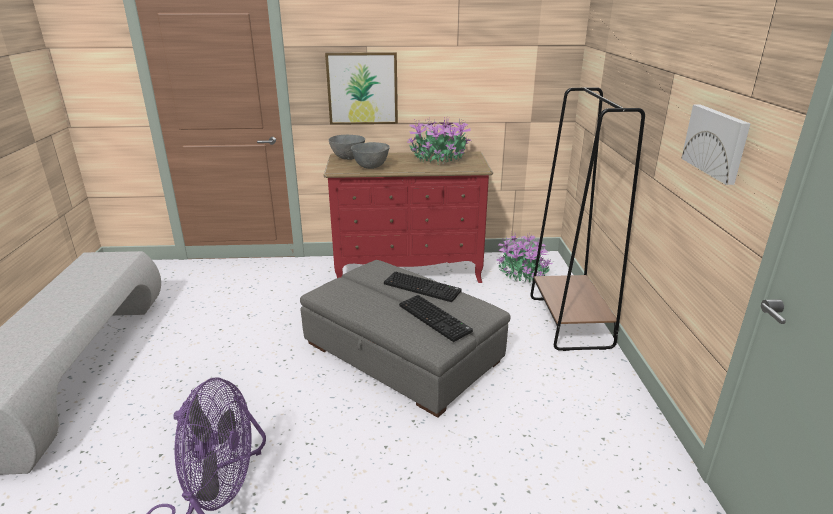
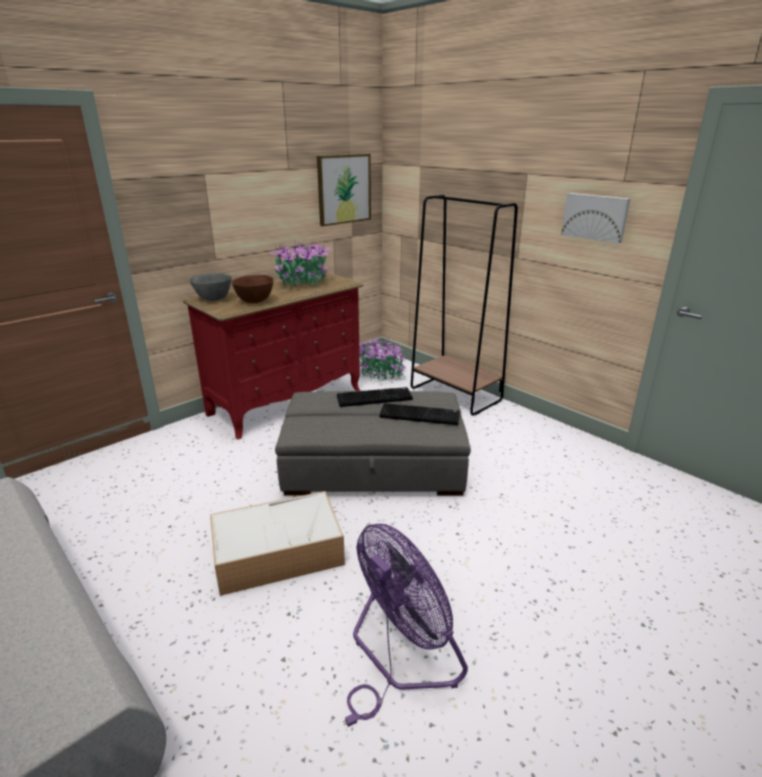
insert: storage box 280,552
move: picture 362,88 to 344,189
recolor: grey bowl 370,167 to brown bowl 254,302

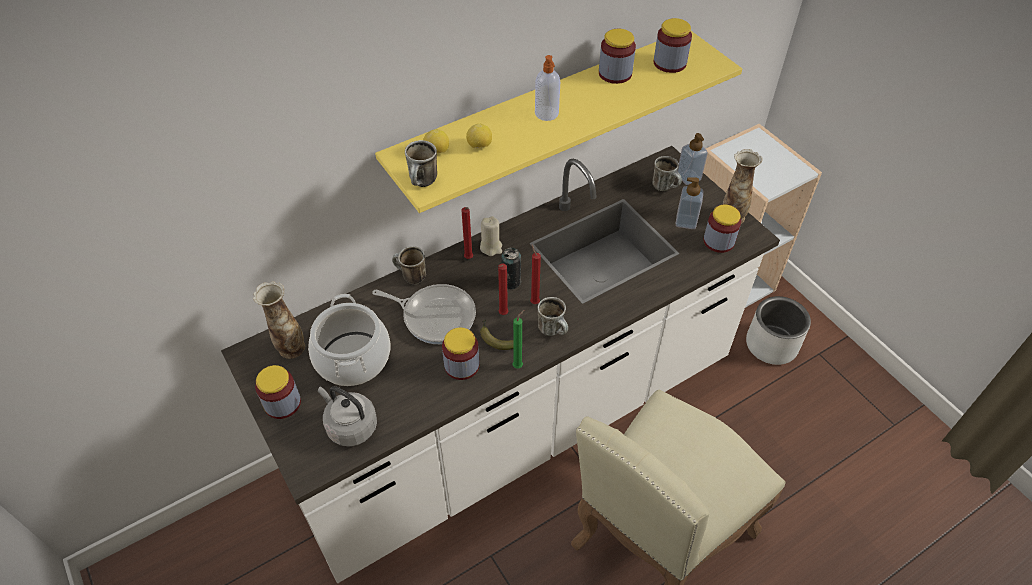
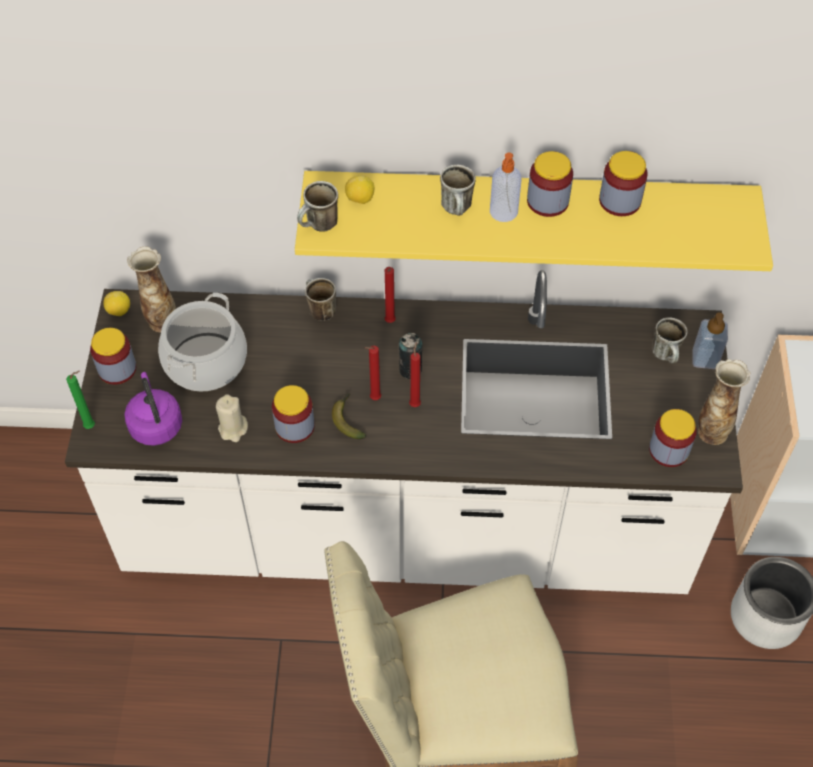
delete: soap bottle 686,221; skillet 435,316
move: jar 669,63 to 547,201; lemon 479,146 to 119,311; beige wax light 491,247 to 233,429; tea mug 554,330 to 458,210; green-coloured wax light 519,365 to 92,426
recolor: grey water kettle 350,426 to purple water kettle 155,424

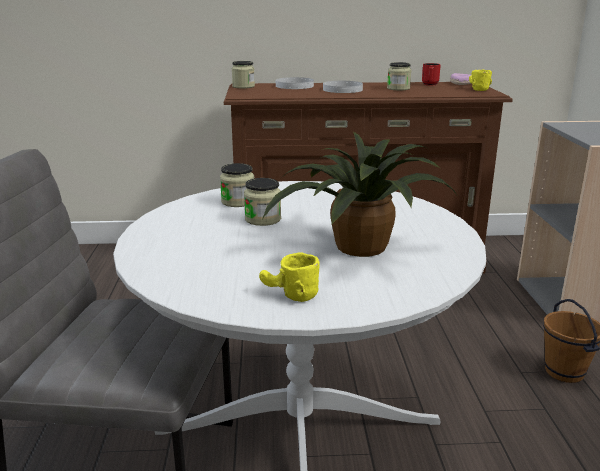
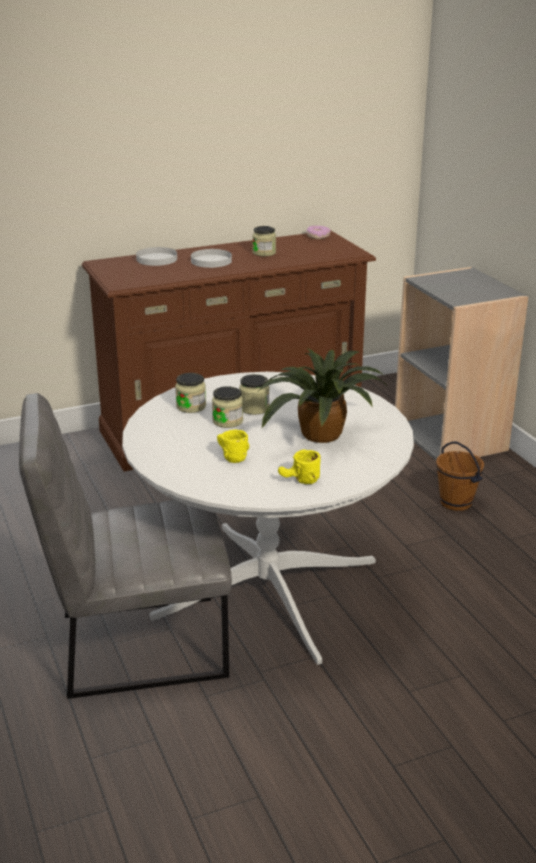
delete: reddish tea mug 430,84
move: jar 243,86 to 254,408; yellow-coloured tea mug 476,89 to 229,456

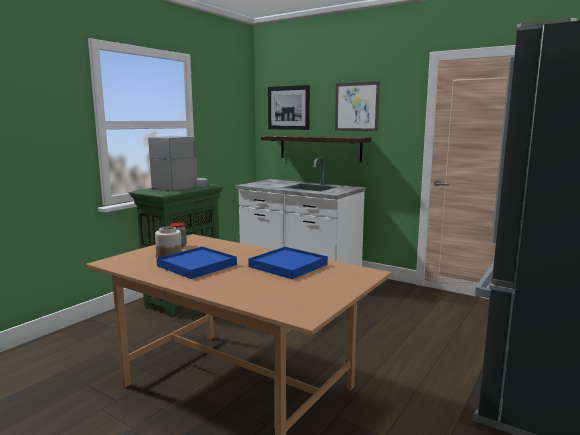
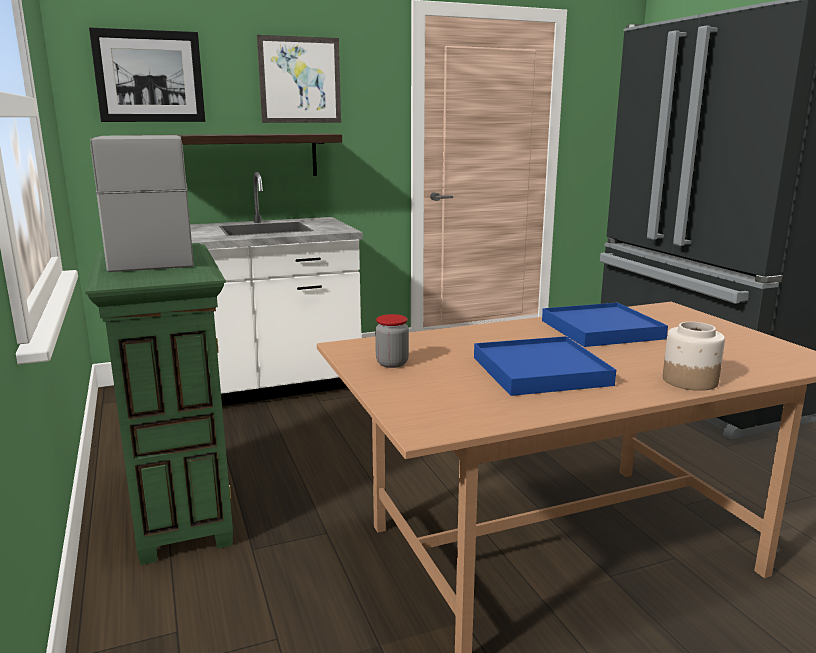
move: jar 169,254 to 689,381

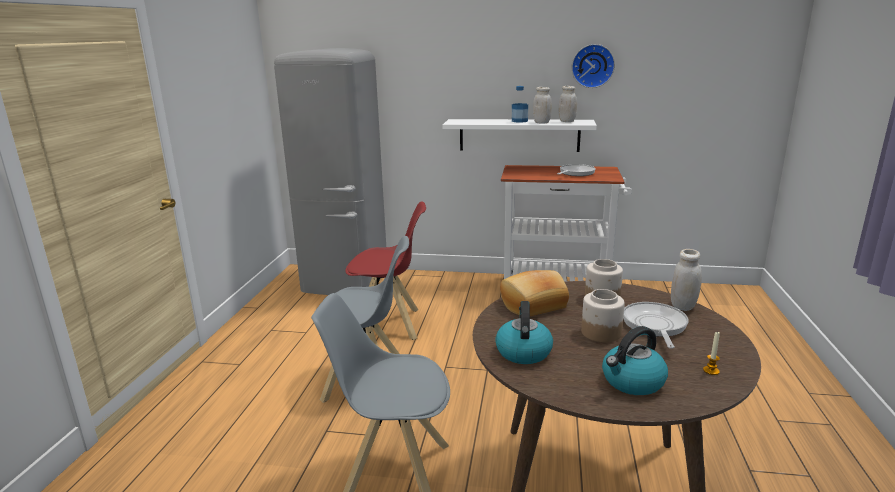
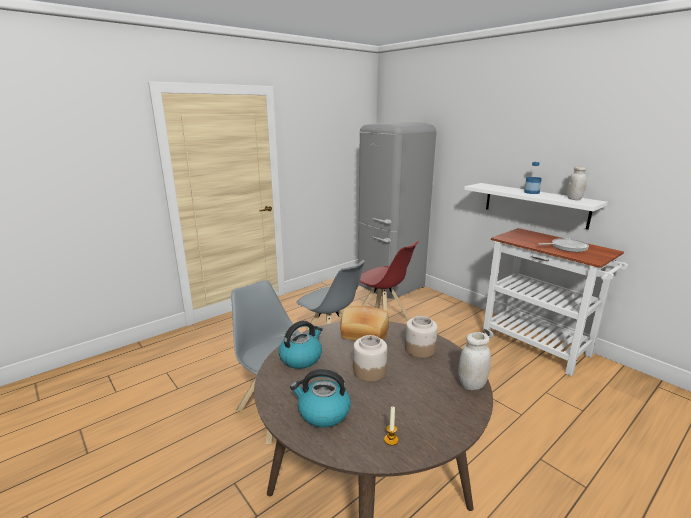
delete: hanging clock 592,66; white-coloured jar 541,122; skillet 654,325

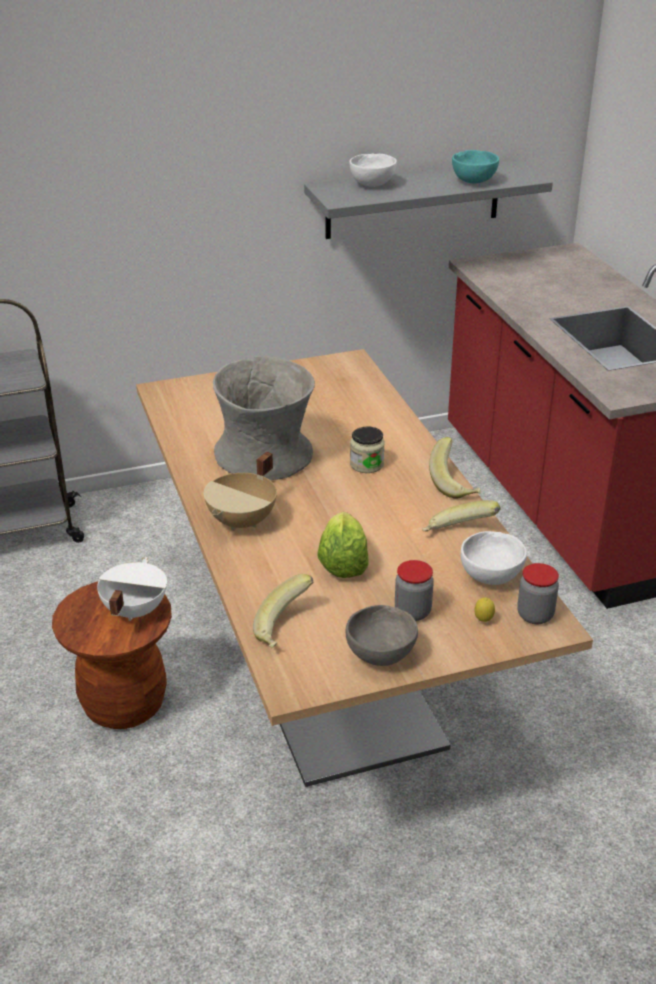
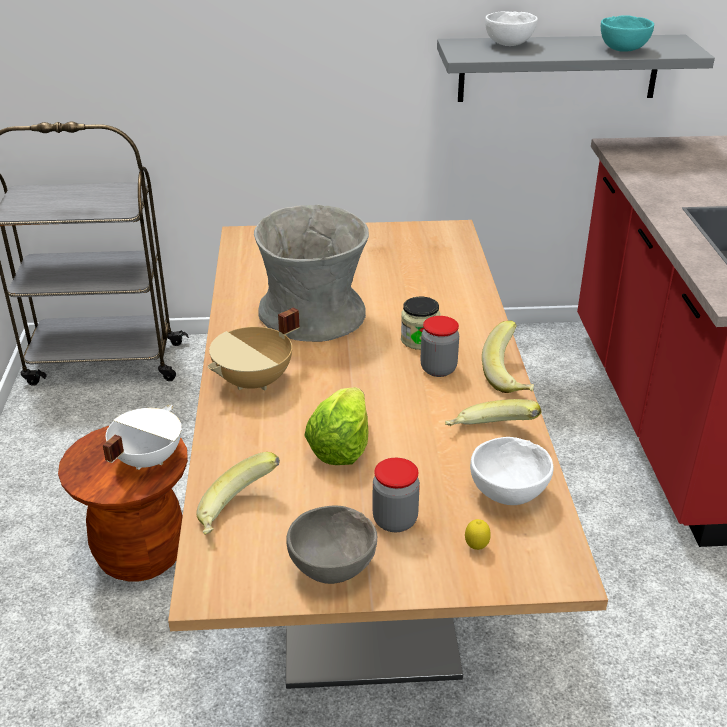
move: jar 535,615 to 438,369

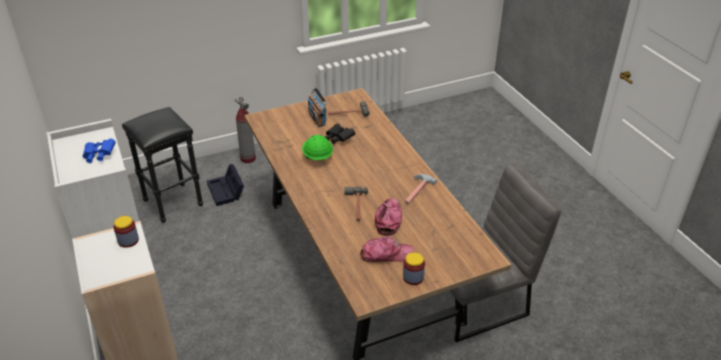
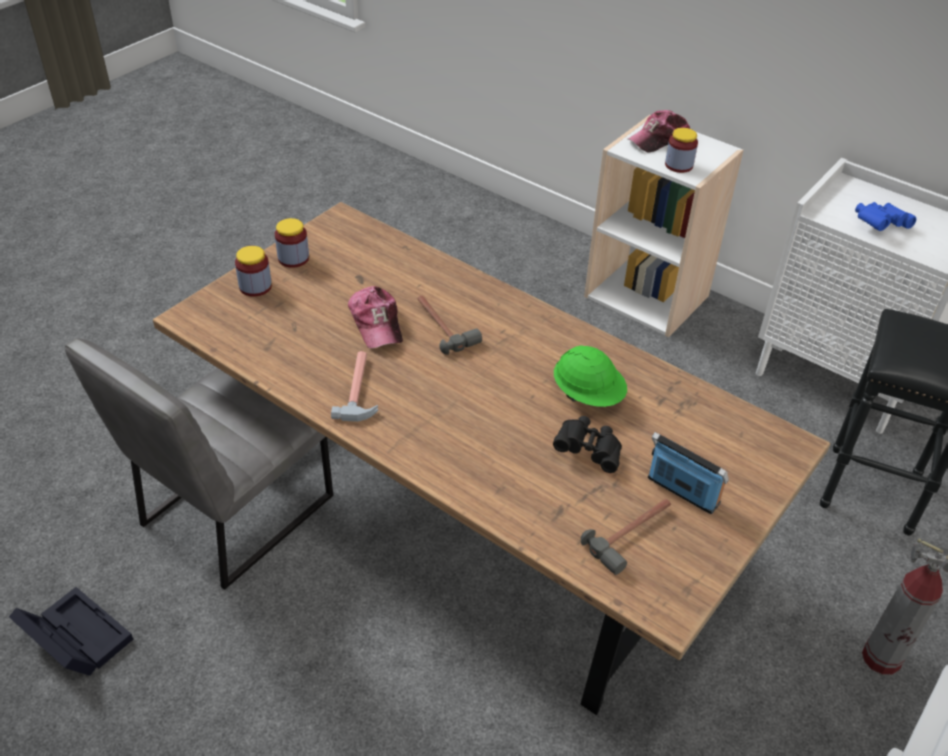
insert: jar 255,286
move: black-coloured storage box 226,191 to 74,637; cap 385,254 to 659,139

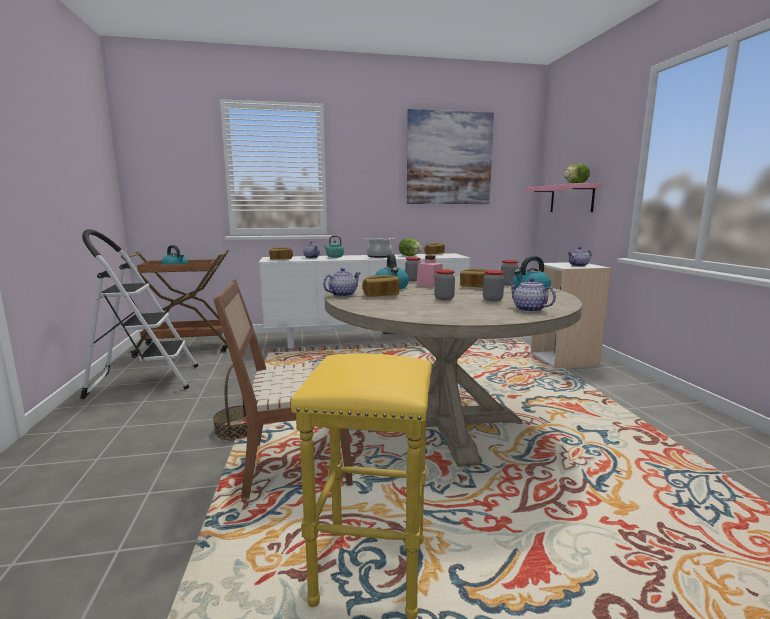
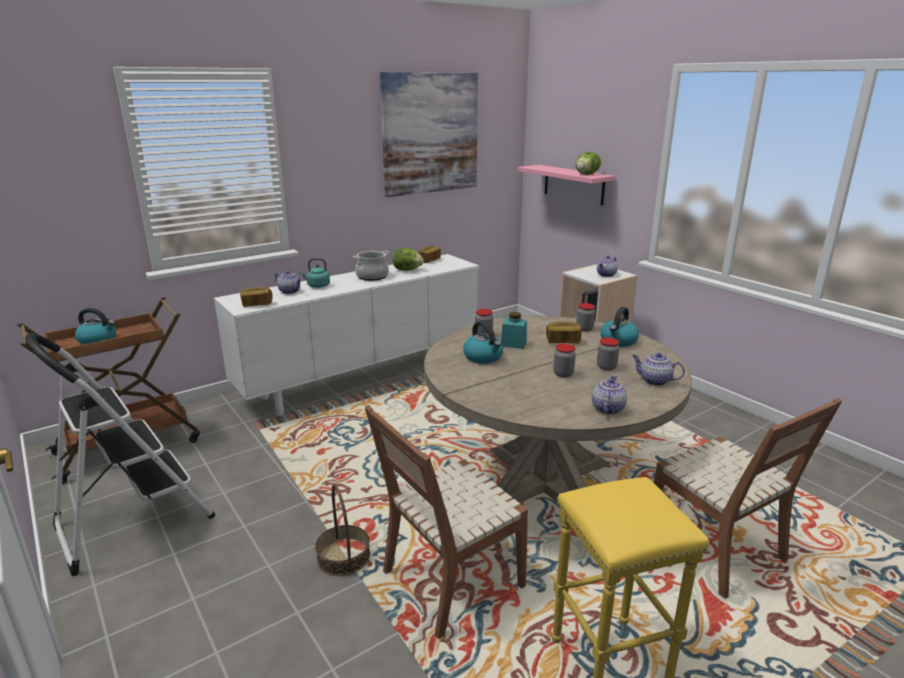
delete: bakery bread 381,295
insert: plain chair 717,552
move: pot for tea 342,295 to 607,408
recolor: pinkish jar 429,285 to turquoise-coloured jar 513,344

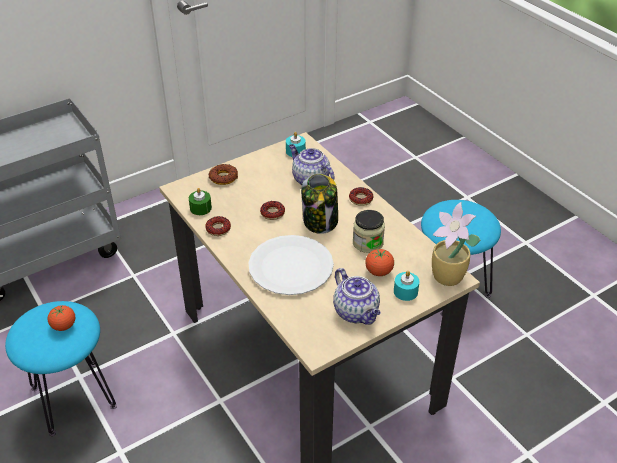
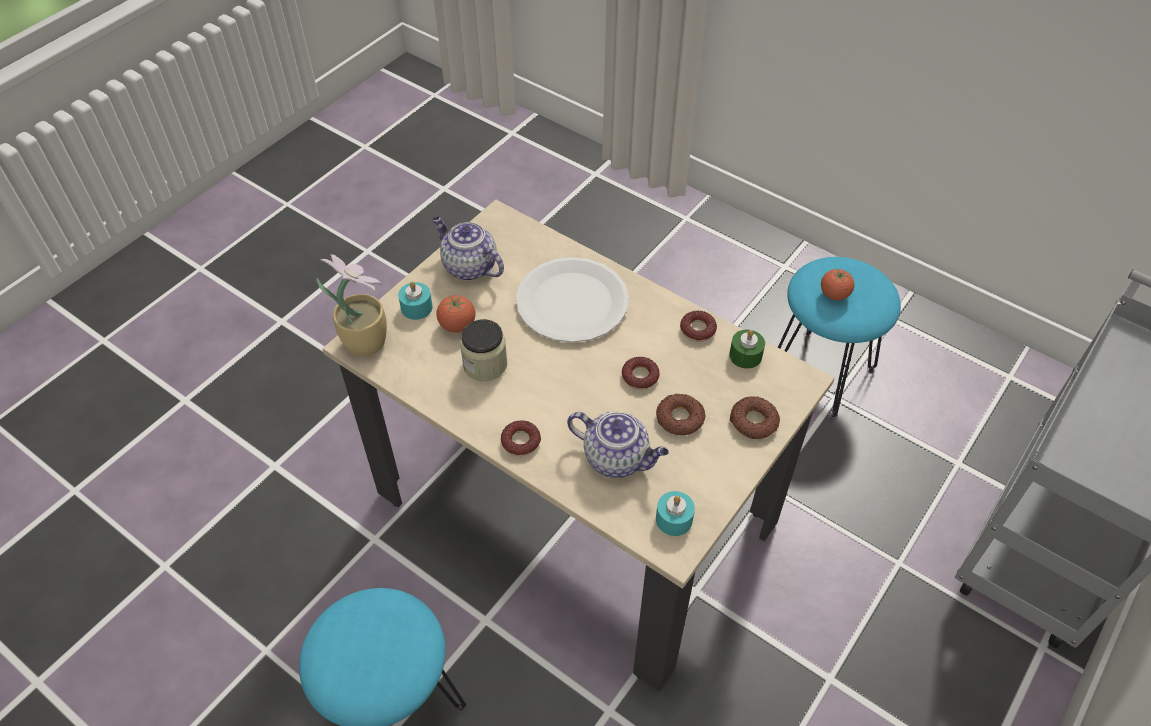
delete: jar 320,221
insert: doughnut 679,418

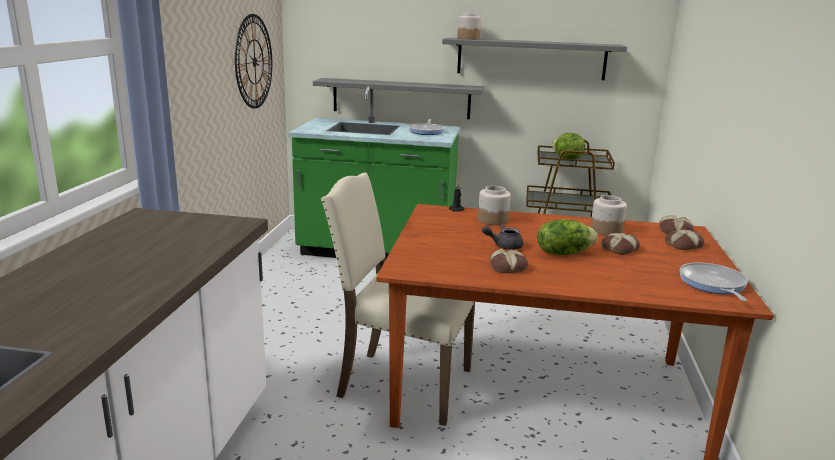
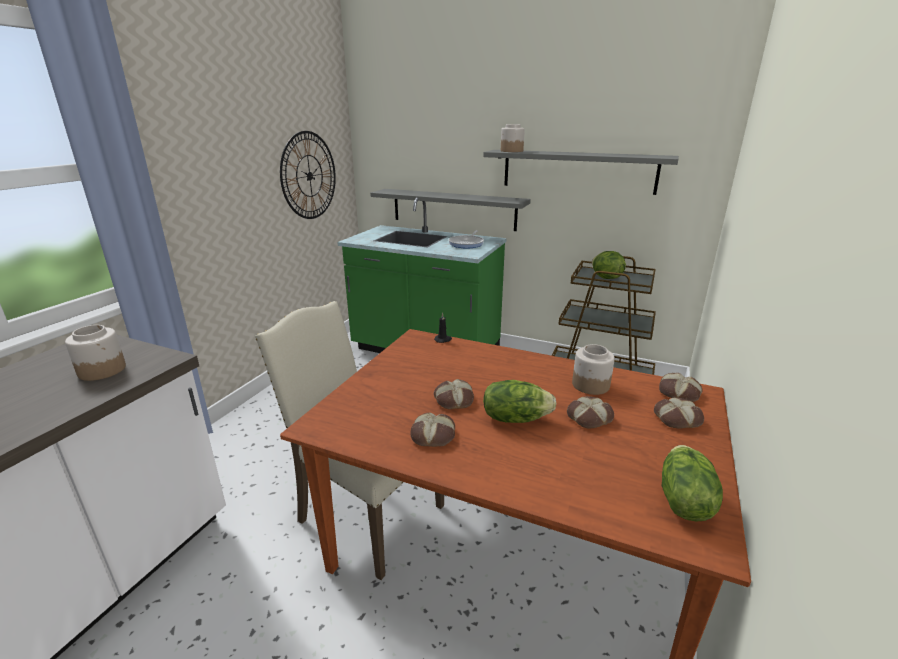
move: jar 492,220 to 102,370
replace: grey pot for tea 503,246 to bakery bread 453,399; skillet 713,284 to lettuce 682,500

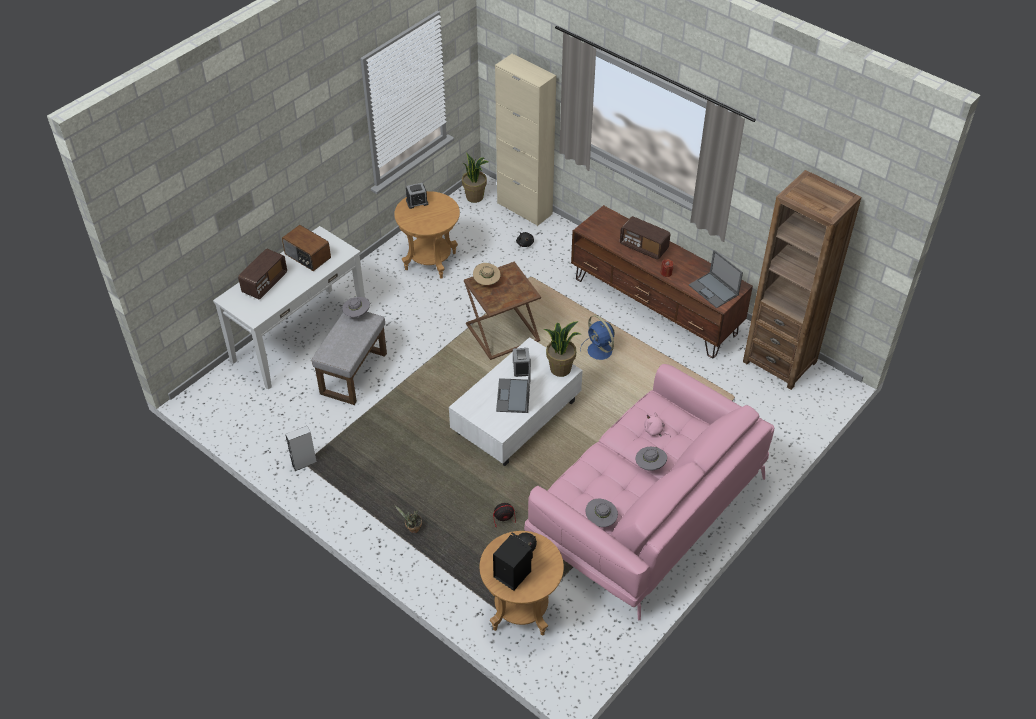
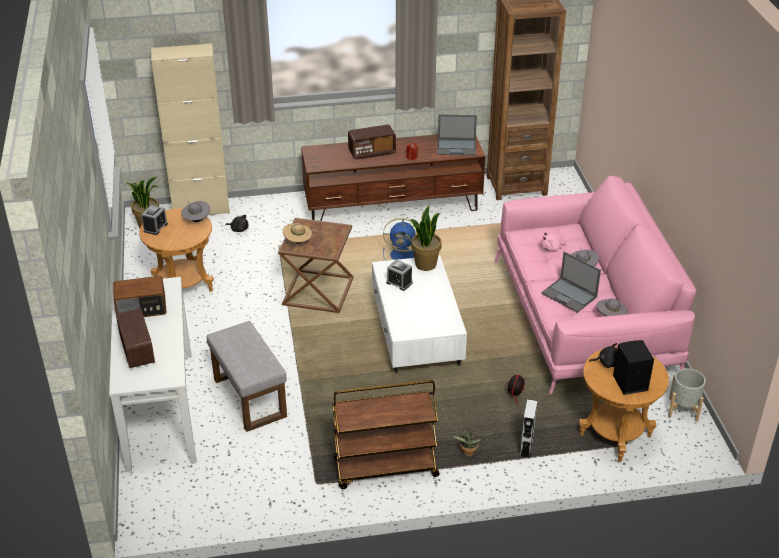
insert: grey plant pot 683,409; brown wheeled cart 385,468
move: grey wearable hat 357,314 to 196,220; notebook computer 513,396 to 569,295; grey loudspeaker 304,463 to 526,448

